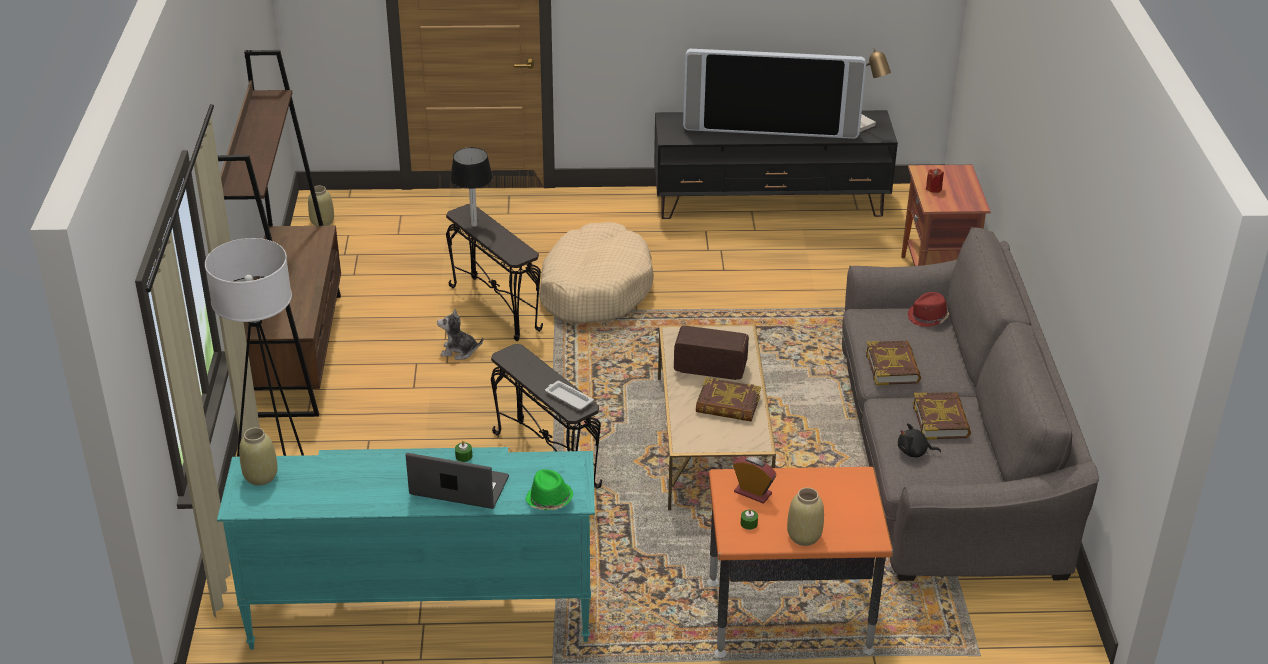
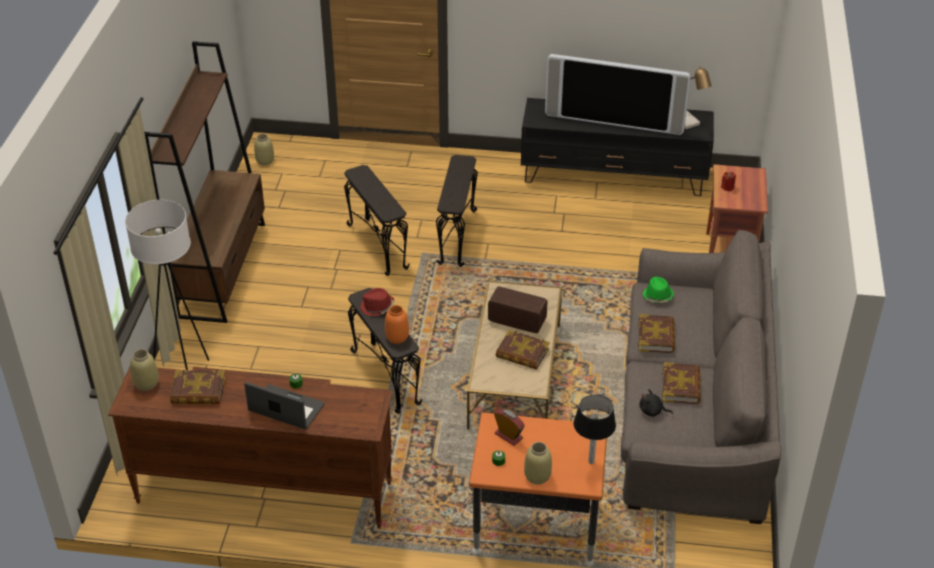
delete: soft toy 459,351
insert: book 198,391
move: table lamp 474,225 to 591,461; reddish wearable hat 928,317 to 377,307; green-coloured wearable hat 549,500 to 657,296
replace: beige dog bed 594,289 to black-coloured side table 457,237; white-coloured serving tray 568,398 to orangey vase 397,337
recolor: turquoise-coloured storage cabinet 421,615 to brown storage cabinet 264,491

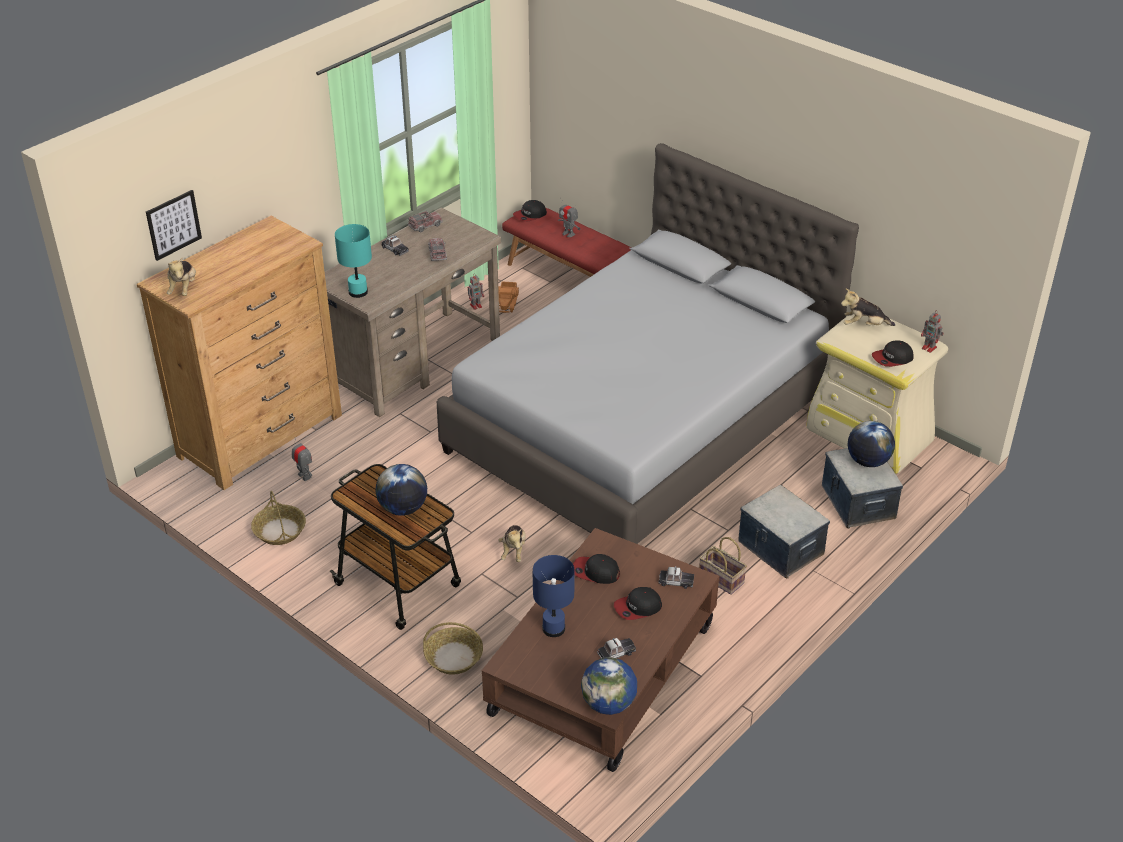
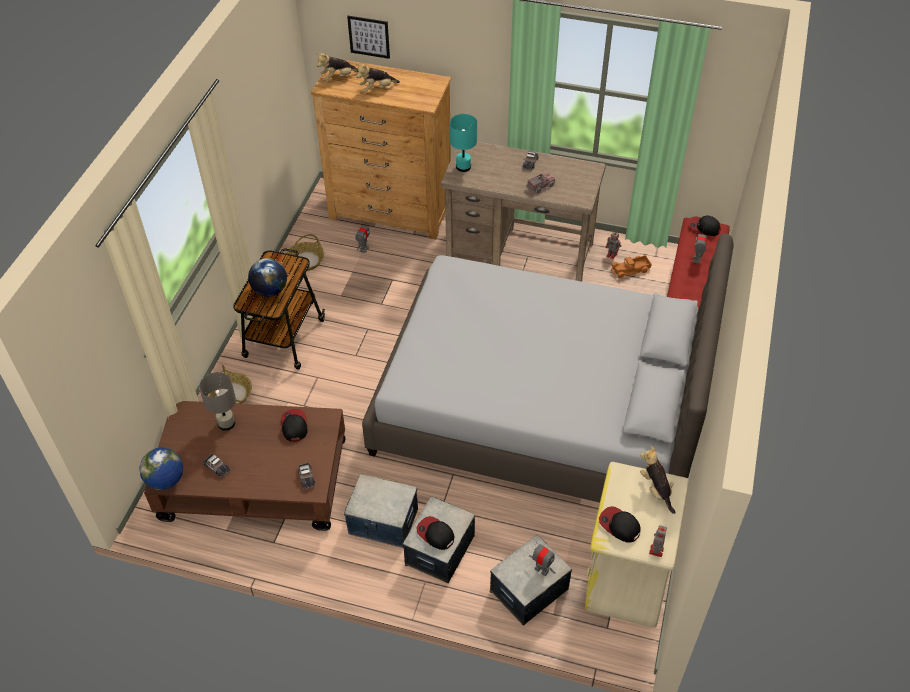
delete: toy truck 425,226
move: soft toy 513,551 to 377,89; cap 637,608 to 435,534
replace: desk globe 867,461 to model robot 541,569; basket 722,579 to storage box 383,522
recolor: blue-coloured table lamp 554,629 to grey table lamp 226,423

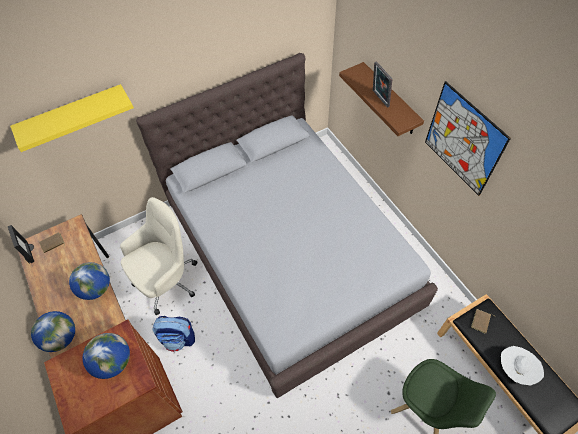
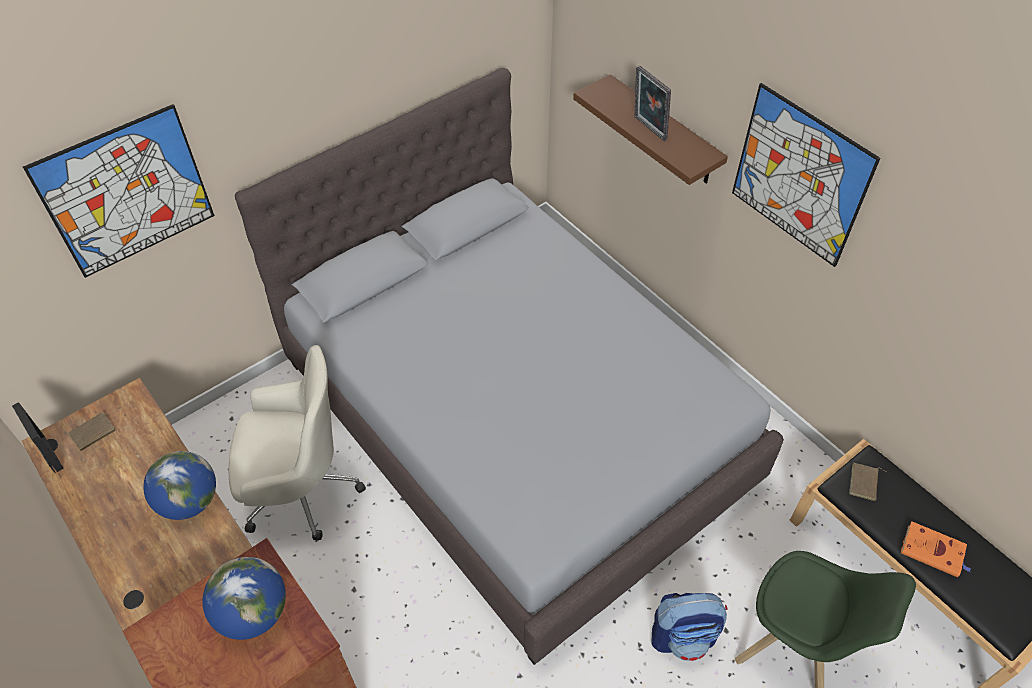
delete: desk globe 61,338
move: knapsack 179,338 to 683,636
replace: yellow-coloured wall shelf 73,115 to picture 127,192; white-coloured wearable hat 515,369 to orangey book 933,552
rotate: beige office chair 168,282 = 302,492 45 degrees clockwise

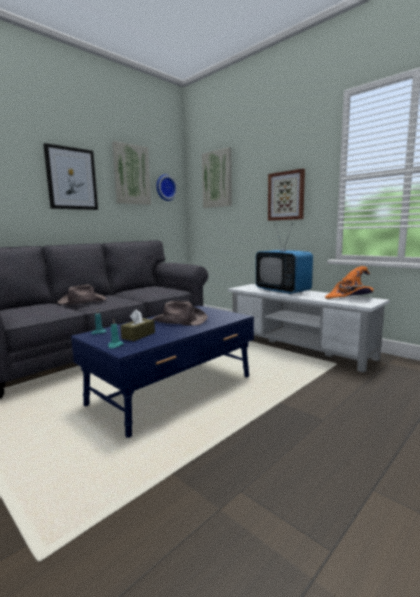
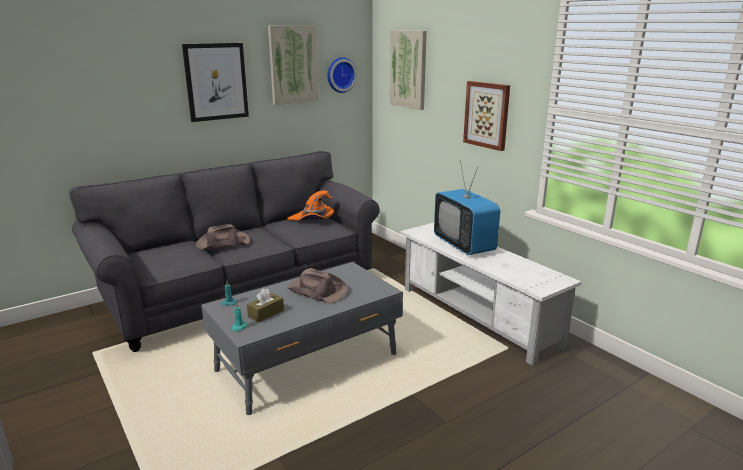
move: orangey wearable hat 349,297 to 312,220
recolor: blue-coloured low table 173,389 to grey low table 308,362

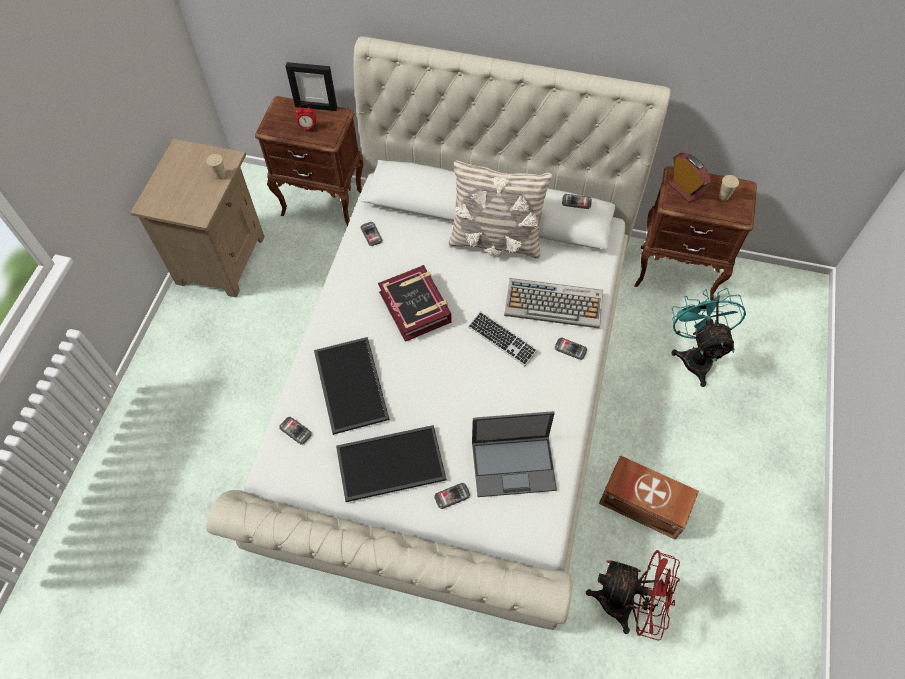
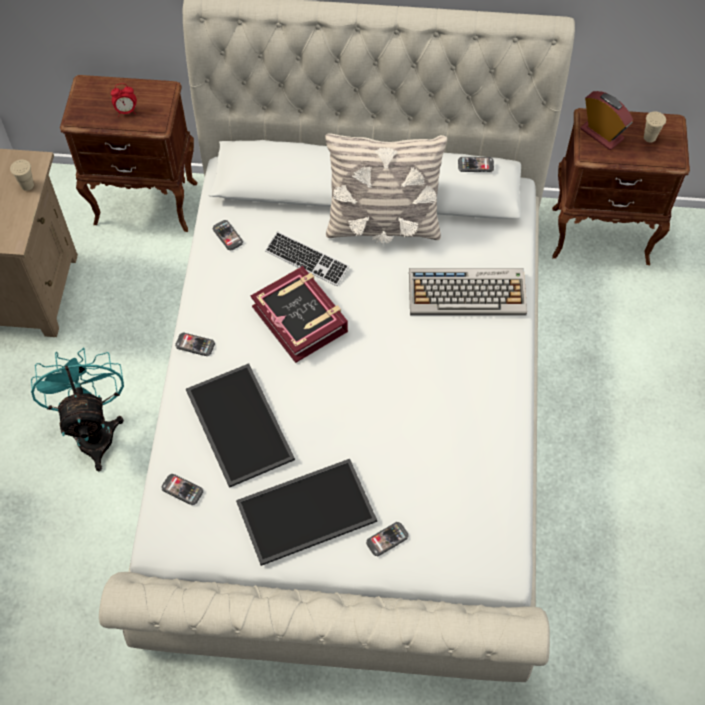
delete: picture frame 316,106; notebook computer 514,465; brown storage box 642,502; reddish cooling fan 626,604
move: turquoise-coloured cooling fan 695,355 to 94,430; keyboard 502,339 to 307,260; handset 570,349 to 195,345

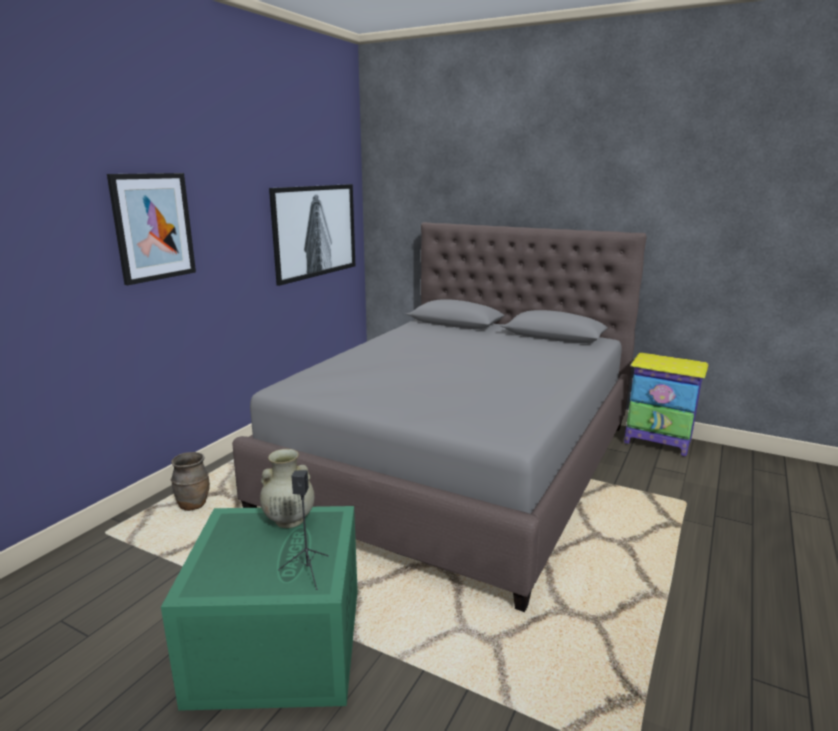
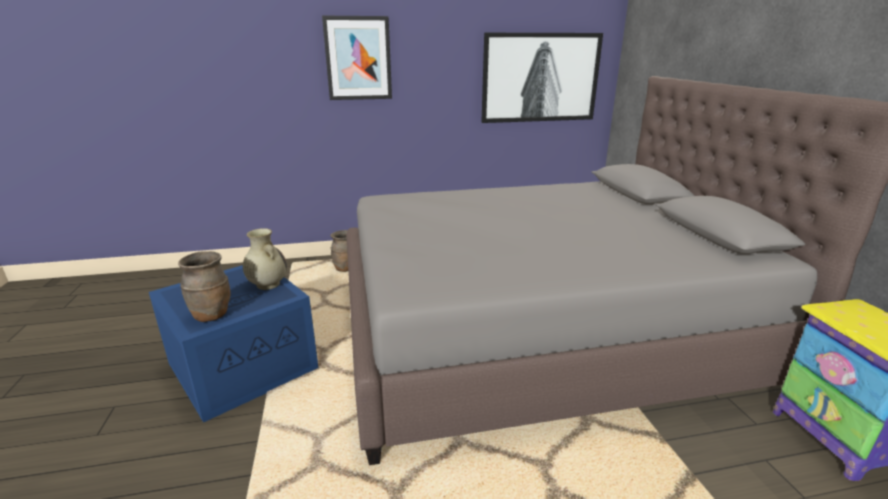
replace: black-coloured loudspeaker 308,570 to brown vase 212,315
recolor: green-coloured storage box 276,642 to blue-coloured storage box 244,364

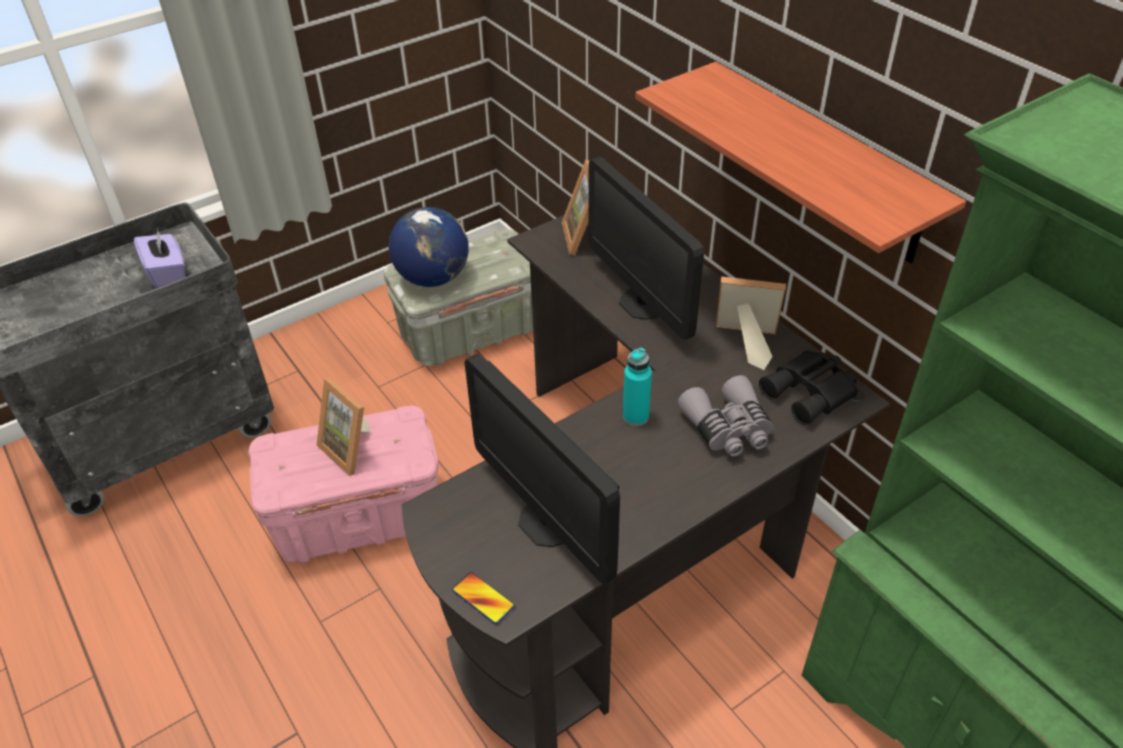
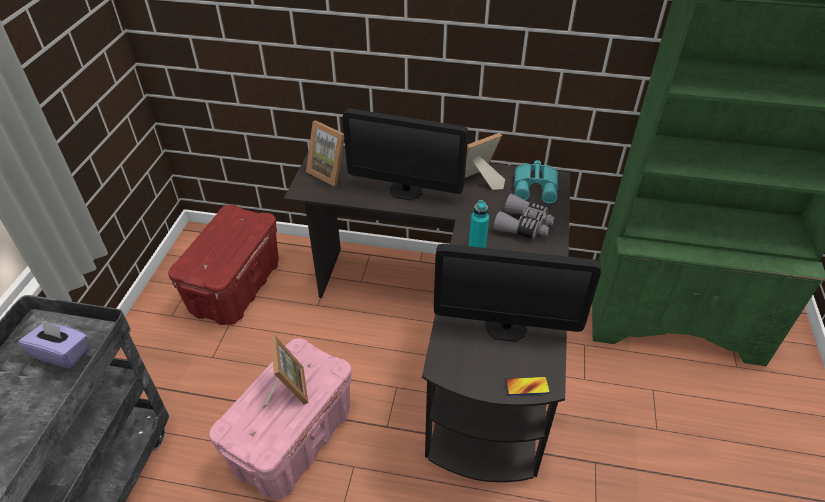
delete: wall shelf 821,163; desk globe 433,277
recolor: grey storage box 470,332 to reddish storage box 236,288; black-coloured binoculars 811,393 to turquoise-coloured binoculars 536,186
rotate: picture frame 352,448 = 287,389 105 degrees counterclockwise

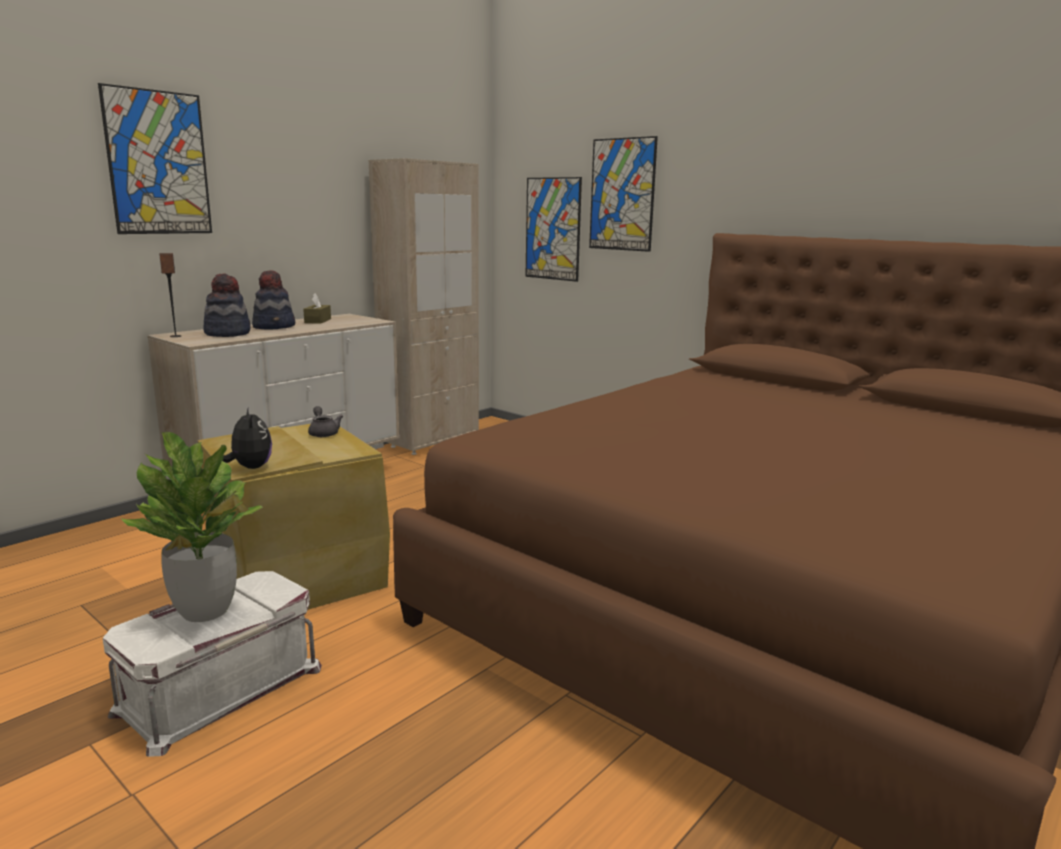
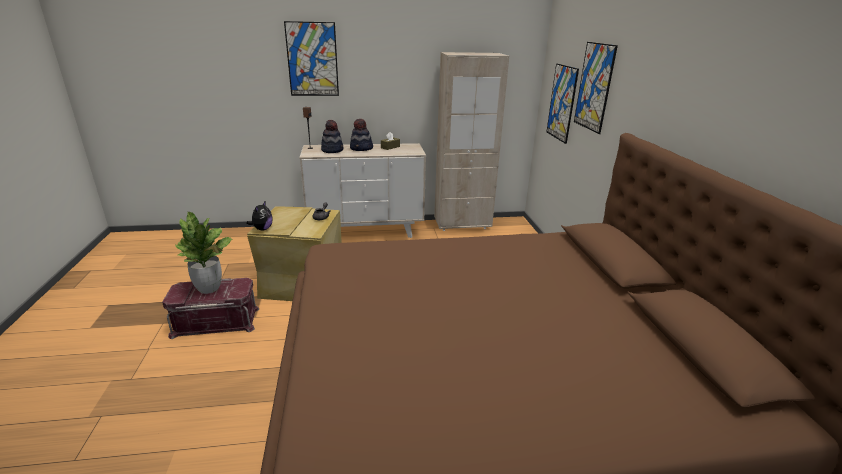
recolor: white-coloured storage box 219,688 to reddish storage box 216,321

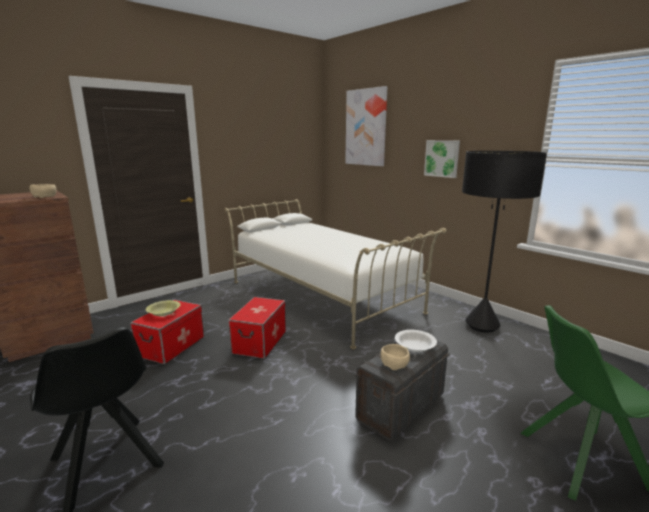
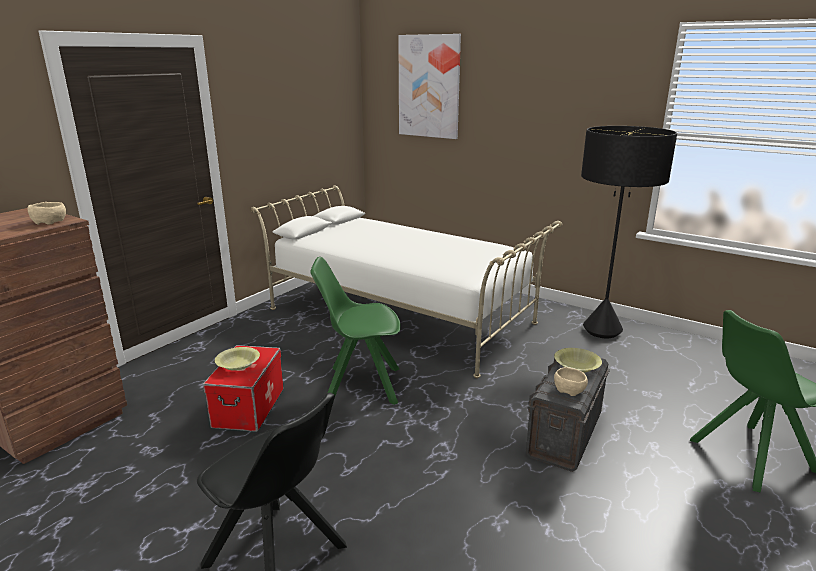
delete: picture 442,158
replace: storage box 259,342 to green-coloured plain chair 360,385
recolor: white-coloured bowl 414,346 to yellow-coloured bowl 576,366

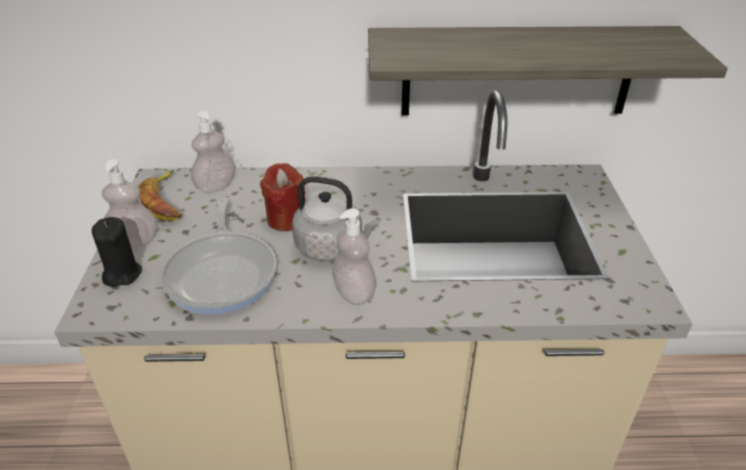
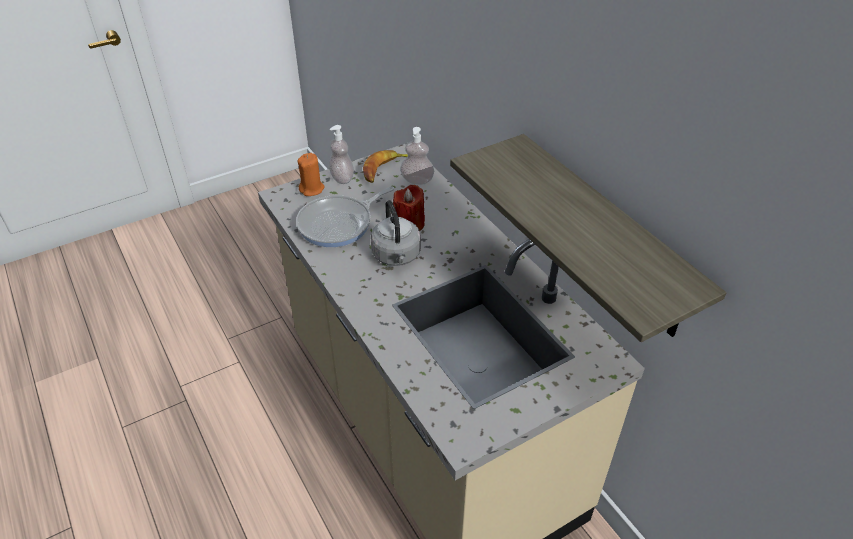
delete: soap bottle 354,293
recolor: black-coloured wax light 122,274 to orangey wax light 312,189

